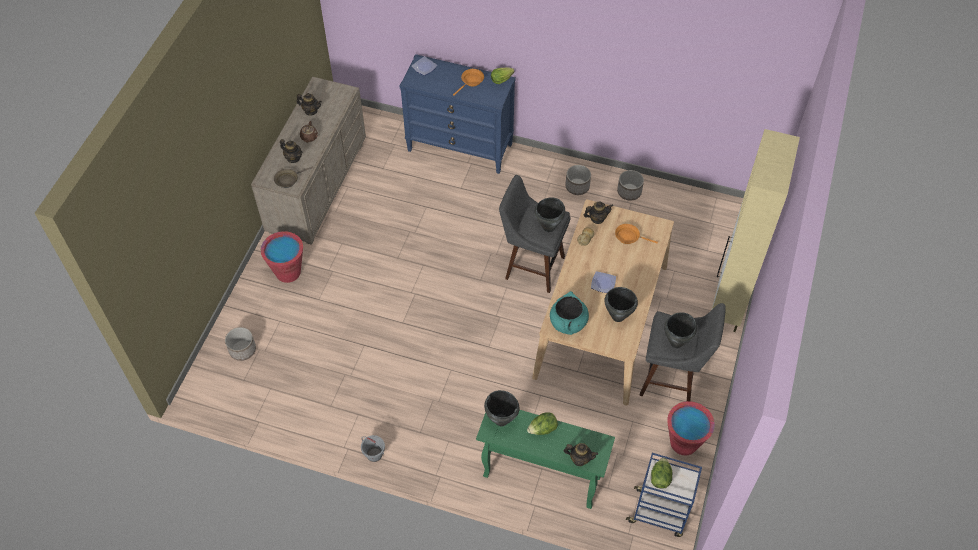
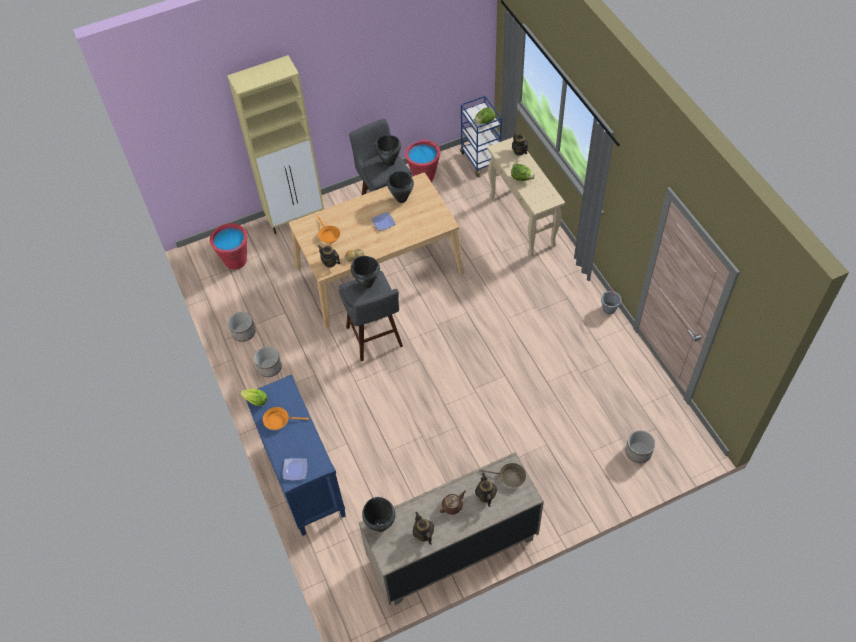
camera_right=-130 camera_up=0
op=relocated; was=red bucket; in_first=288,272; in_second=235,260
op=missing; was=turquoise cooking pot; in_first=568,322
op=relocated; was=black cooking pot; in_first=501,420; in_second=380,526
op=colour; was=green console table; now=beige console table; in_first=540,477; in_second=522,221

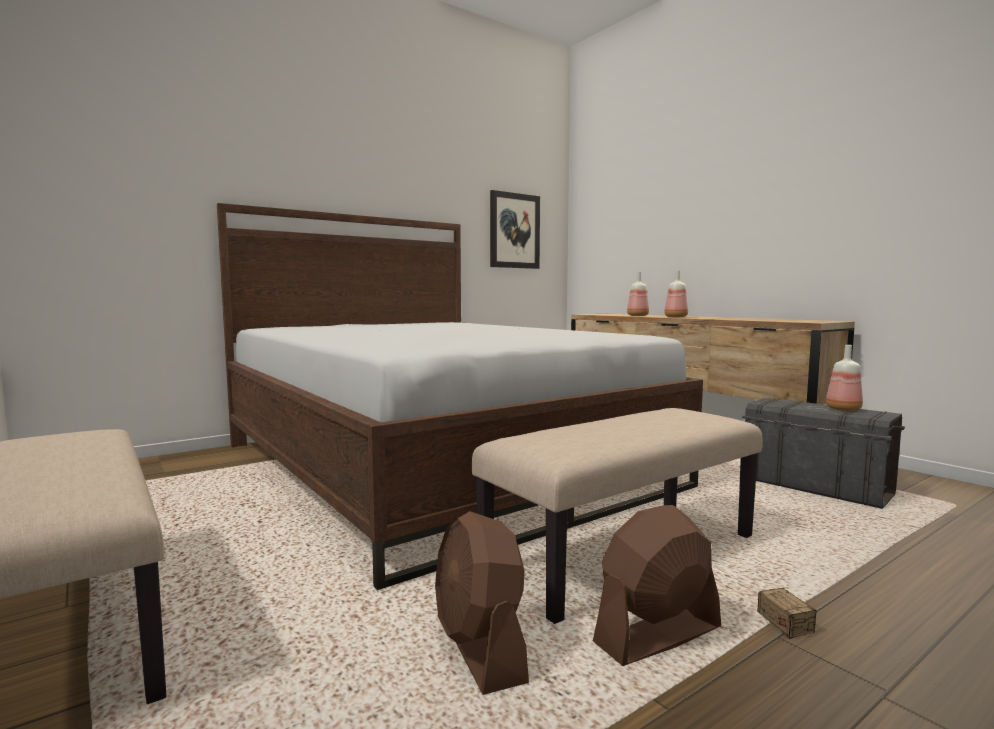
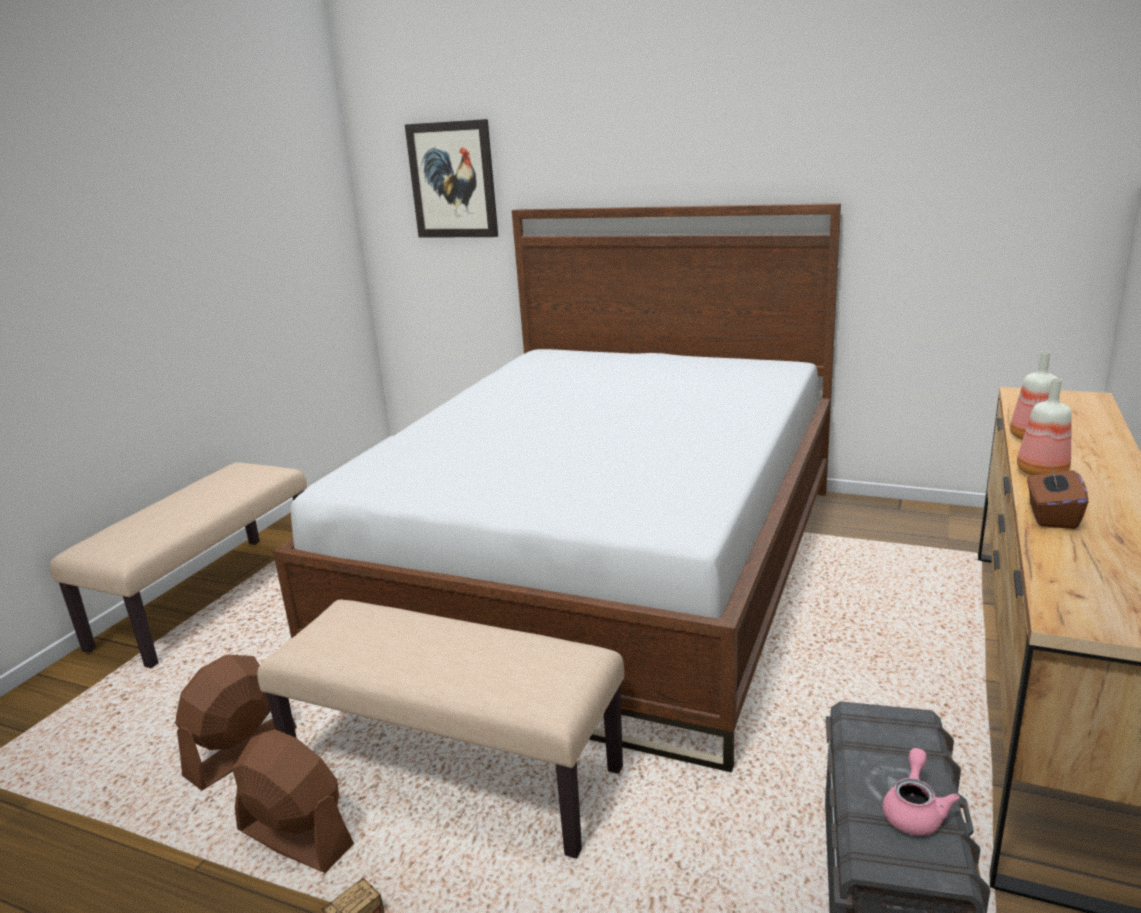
camera_right=60 camera_up=15
op=relocated; was=picture; in_first=514,231; in_second=453,180
op=exchanged; was=bottle; now=pink teapot; in_first=842,409; in_second=914,811
op=appeared; now=brown tissue box; in_second=1051,516

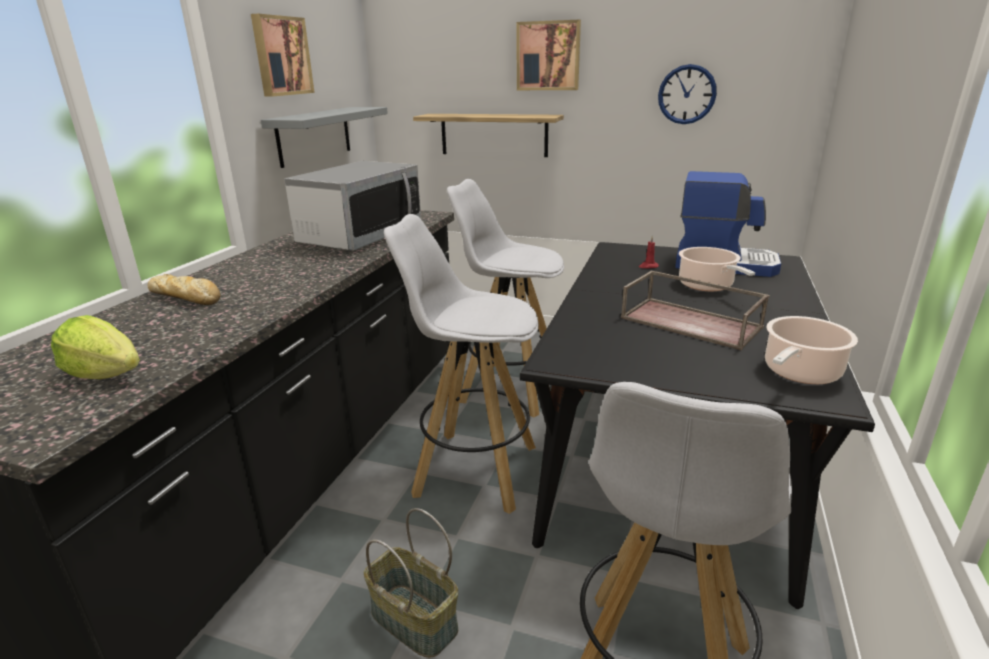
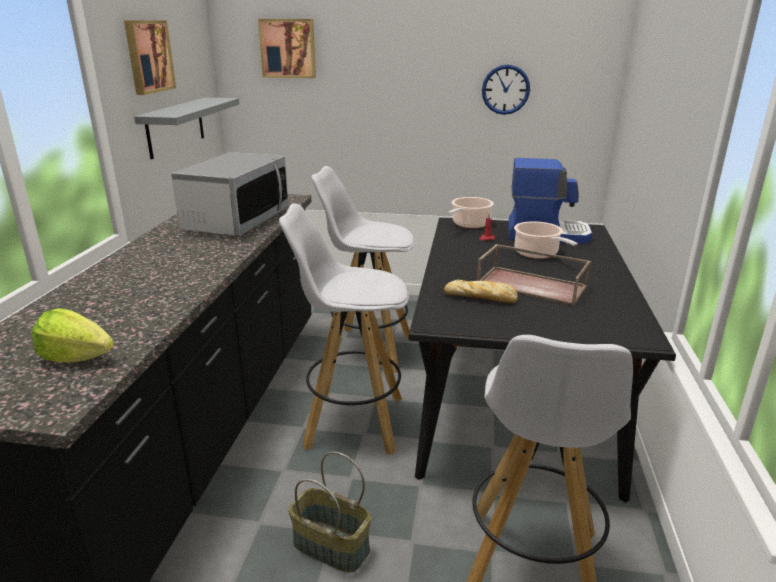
camera_right=-10 camera_up=0
op=relocated; was=picture; in_first=548,56; in_second=288,48
op=missing; was=shelf; in_first=493,135
op=relocated; was=bread; in_first=186,297; in_second=481,298
op=relocated; was=cooking pot; in_first=800,373; in_second=469,224

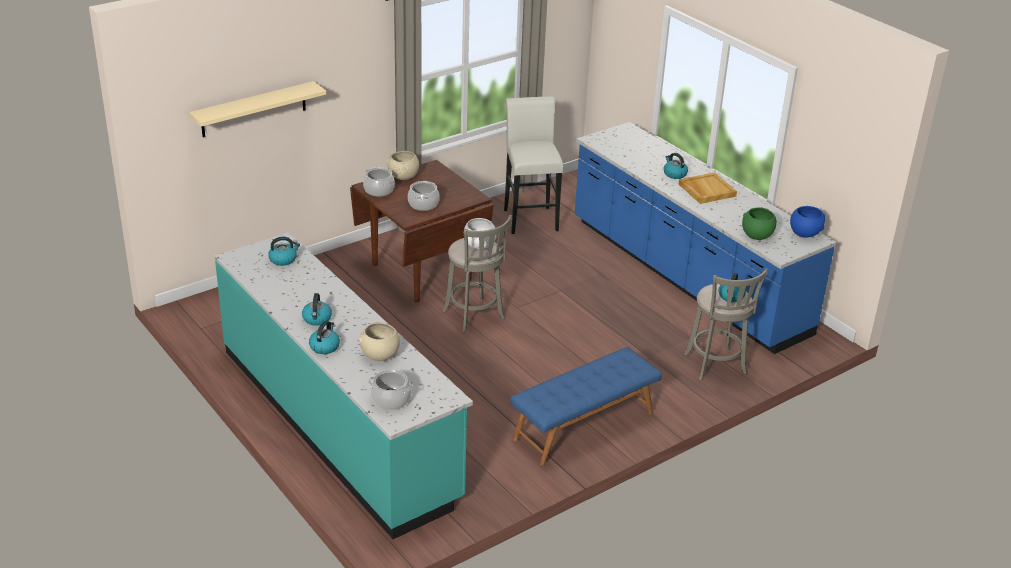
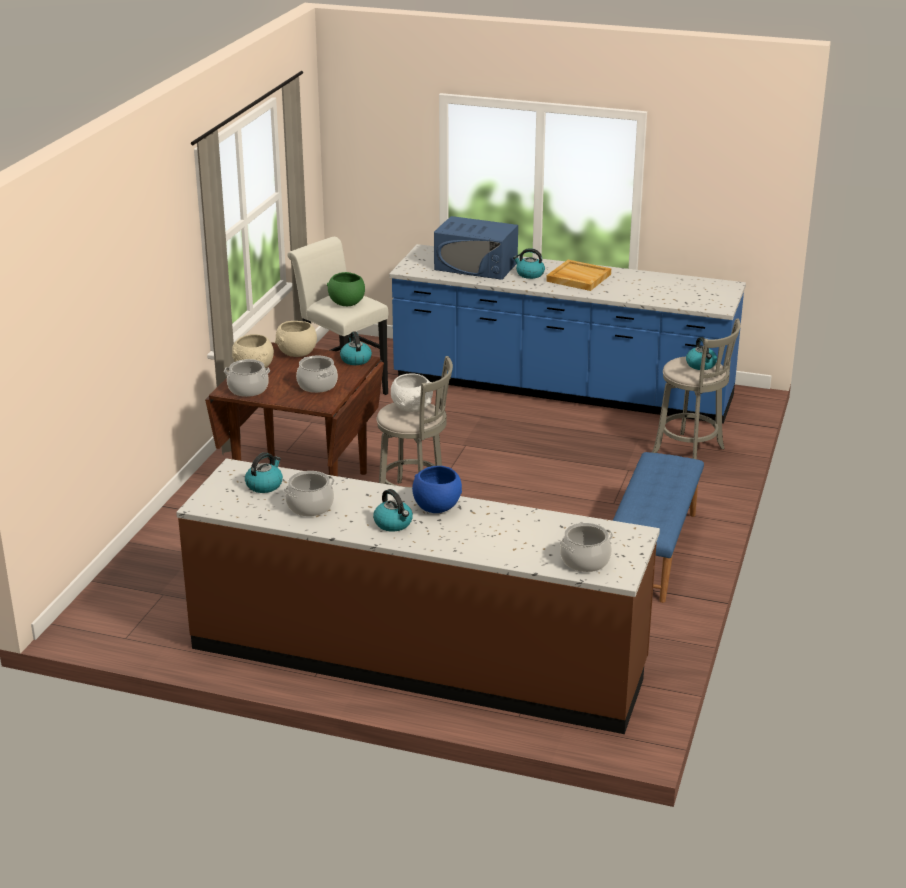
camera_right=-35 camera_up=-5
op=missing; was=beige shelf; in_first=253,109
op=relocated; was=blue bowl; in_first=804,233; in_second=436,506
op=relocated; was=green bowl; in_first=756,235; in_second=346,303
op=colour; was=turquoise counter; now=brown counter; in_first=338,422; in_second=417,658
op=relocated; was=kettle; in_first=324,346; in_second=355,359
op=relocated; was=beige bowl; in_first=379,354; in_second=296,353
op=appeared; now=blue microwave; in_second=476,266
op=appeared; now=cooking pot; in_second=310,506

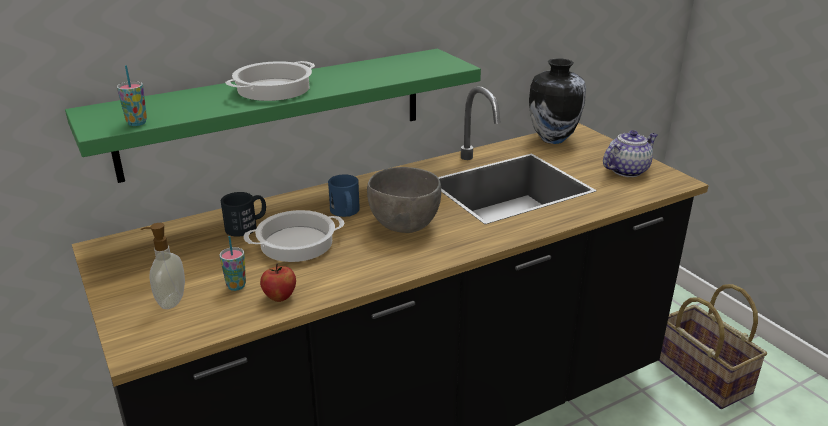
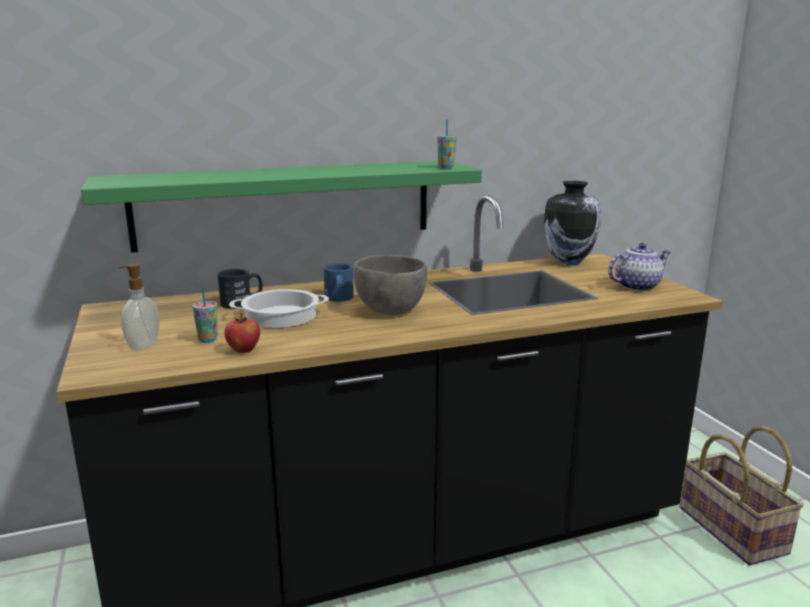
camera_right=10 camera_up=-10
op=missing; was=cooking pot; in_first=273,89
op=relocated; was=cup; in_first=137,123; in_second=446,167

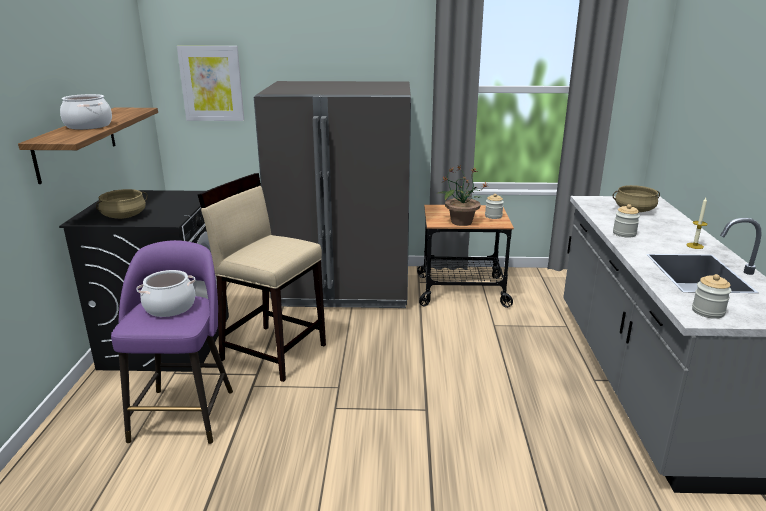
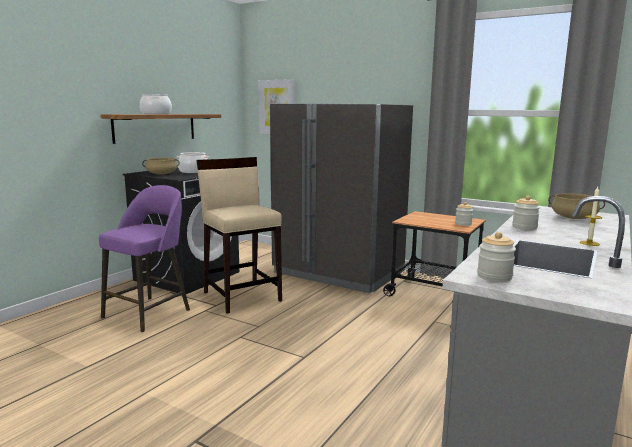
camera_right=30 camera_up=-10
op=missing; was=potted plant; in_first=460,222
op=relocated; was=cooking pot; in_first=170,307; in_second=194,171

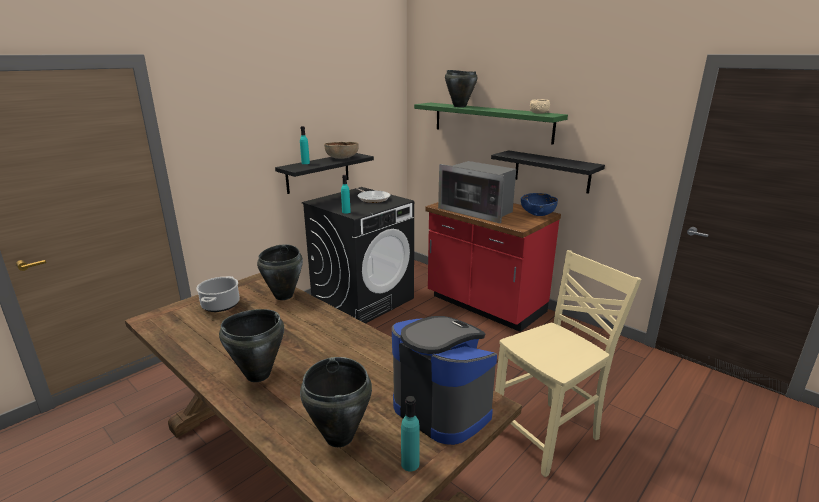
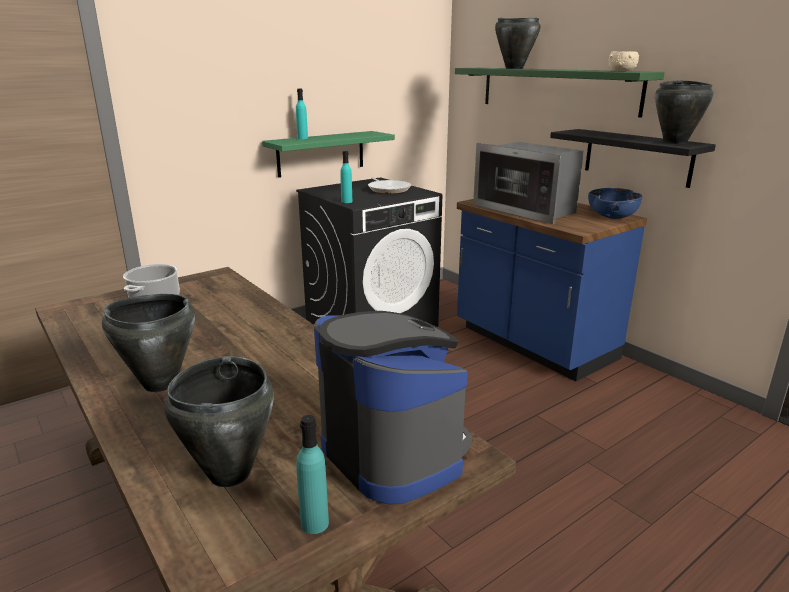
camera_right=10 camera_up=0
op=missing; was=brown bowl; in_first=342,158
op=colour; was=black shelf; now=green shelf; in_first=318,172; in_second=321,153
op=colour; was=red counter; now=blue counter; in_first=485,305; in_second=533,344
op=relocated; was=black cooking pot; in_first=284,296; in_second=675,142
op=missing; was=beige chair; in_first=548,435

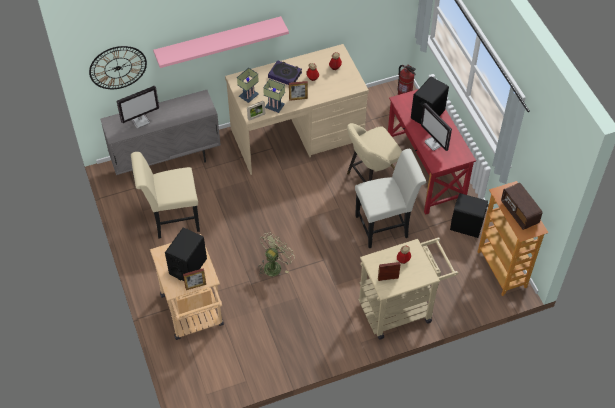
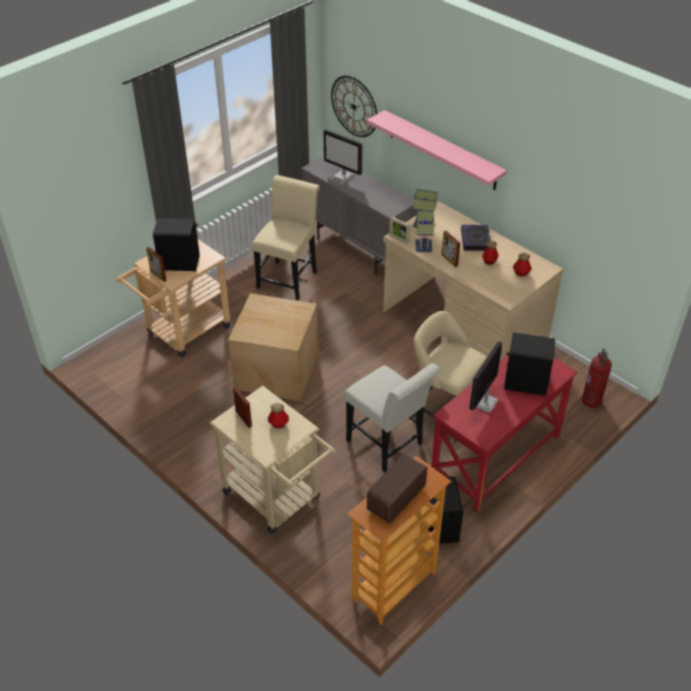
camera_right=65 camera_up=-10
op=spun; was=beige chair; in_first=171,219; in_second=289,277; clockwise=60
op=exchanged; was=green fan; now=cardboard box; in_first=274,265; in_second=276,370

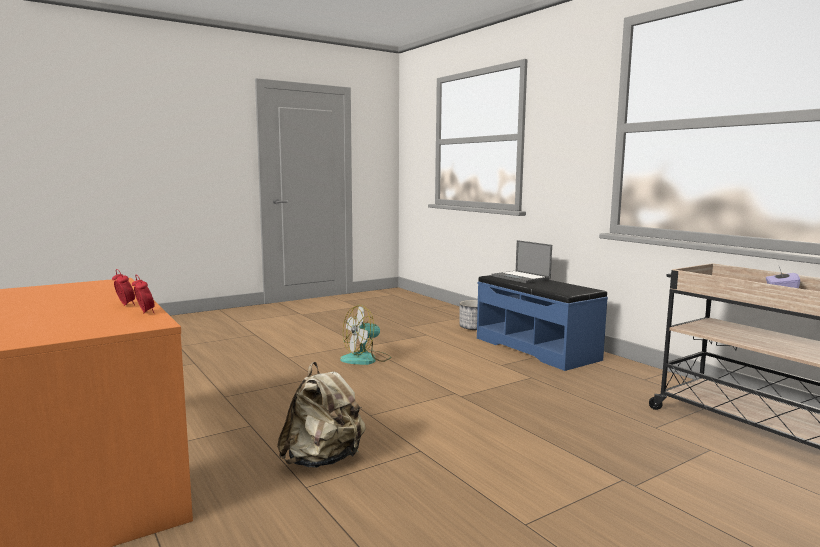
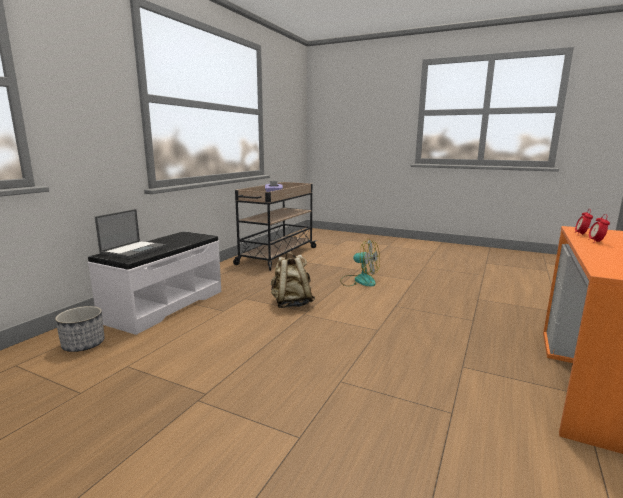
camera_right=-120 camera_up=5
op=colour; was=blue bench; now=white bench; in_first=536,348; in_second=164,305
op=relocated; was=fan; in_first=366,359; in_second=359,280
op=relocated; was=beige backpack; in_first=323,460; in_second=291,304

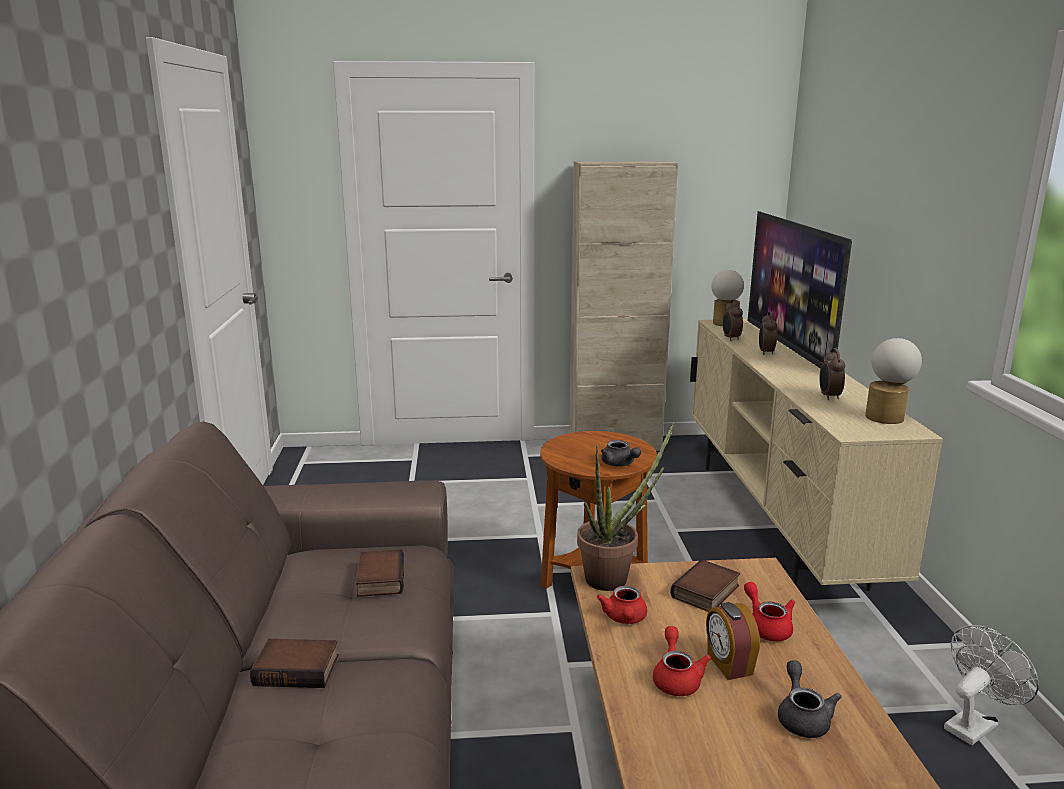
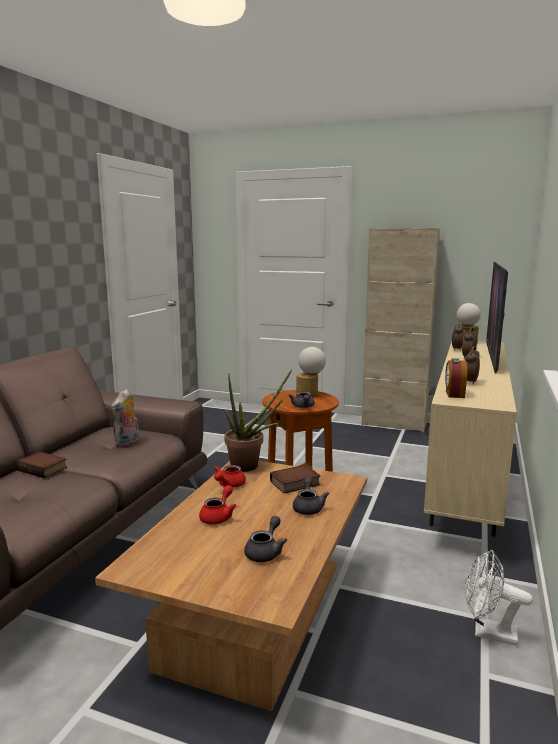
camera_right=25 camera_up=-5
op=relocated; was=table lamp; in_first=887,416; in_second=310,394
op=exchanged; was=book; now=plush toy; in_first=379,578; in_second=127,442
op=colour; was=red teapot; now=grey teapot; in_first=766,627; in_second=308,507
op=relocated; was=alarm clock; in_first=728,664; in_second=454,394
op=spun; was=white fan; in_first=974,724; in_second=487,632; clockwise=-150

